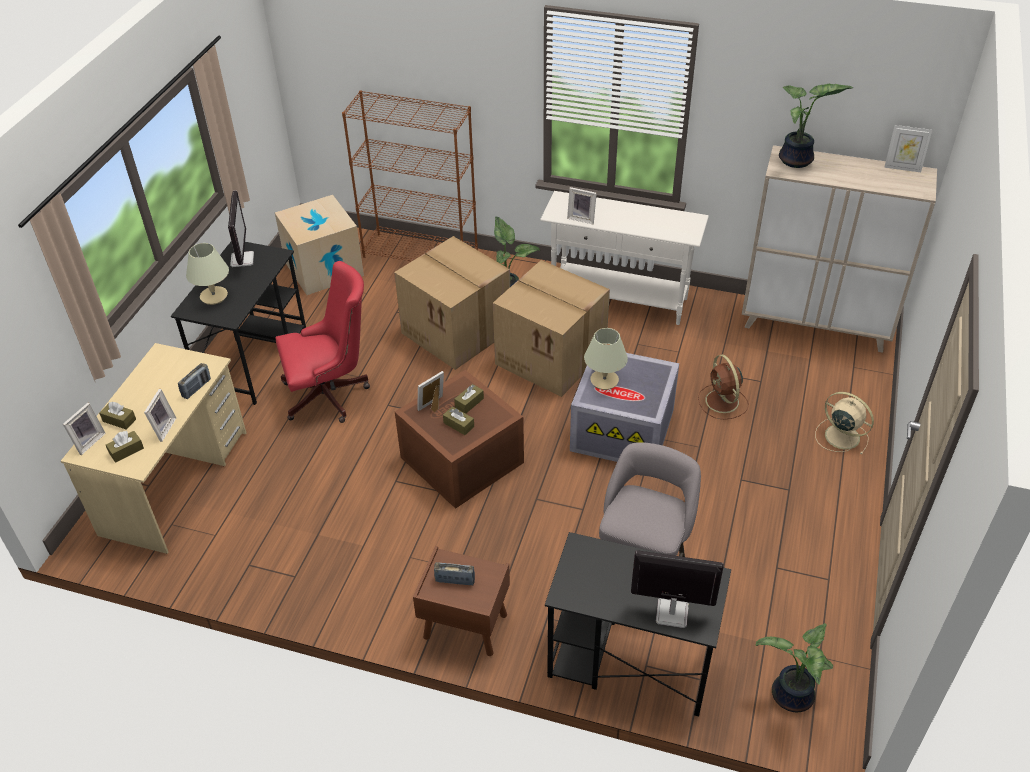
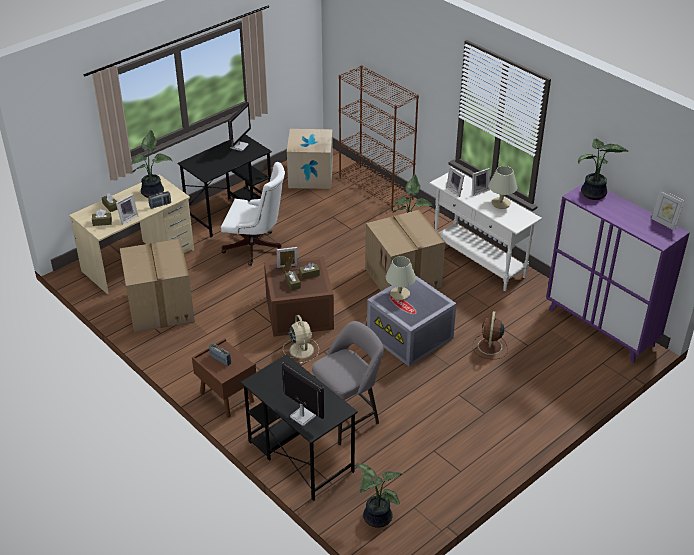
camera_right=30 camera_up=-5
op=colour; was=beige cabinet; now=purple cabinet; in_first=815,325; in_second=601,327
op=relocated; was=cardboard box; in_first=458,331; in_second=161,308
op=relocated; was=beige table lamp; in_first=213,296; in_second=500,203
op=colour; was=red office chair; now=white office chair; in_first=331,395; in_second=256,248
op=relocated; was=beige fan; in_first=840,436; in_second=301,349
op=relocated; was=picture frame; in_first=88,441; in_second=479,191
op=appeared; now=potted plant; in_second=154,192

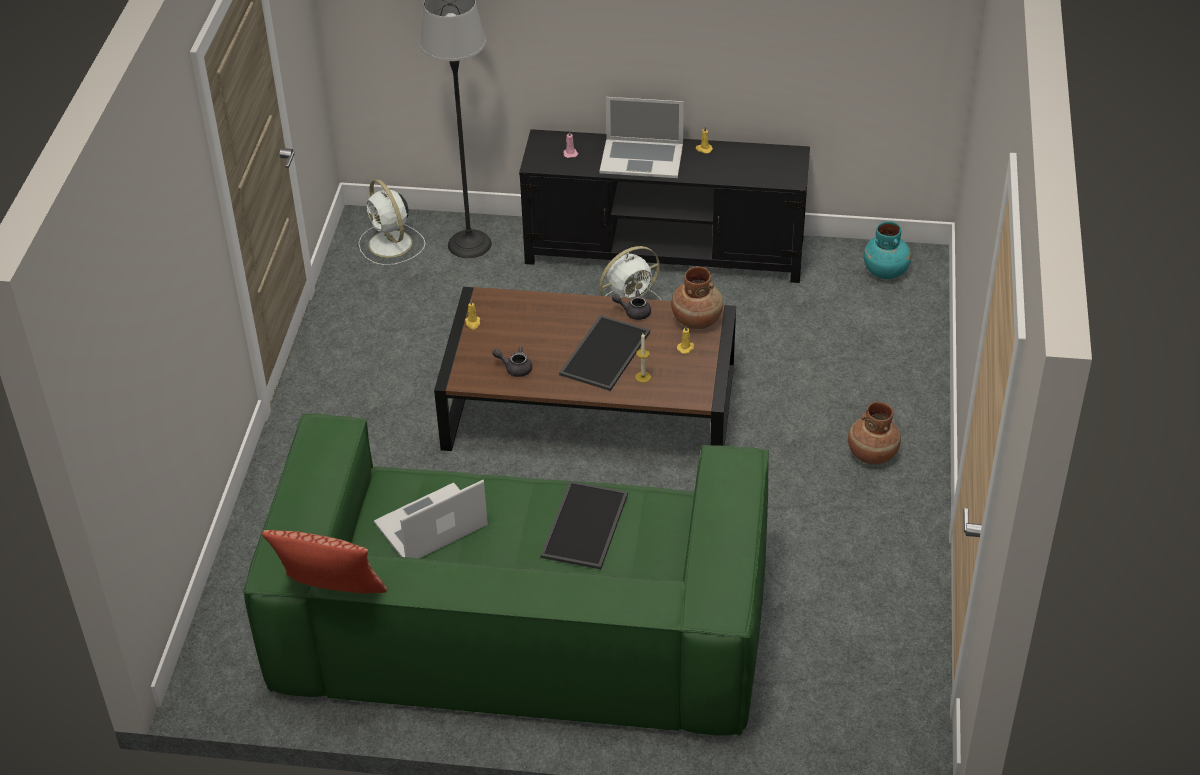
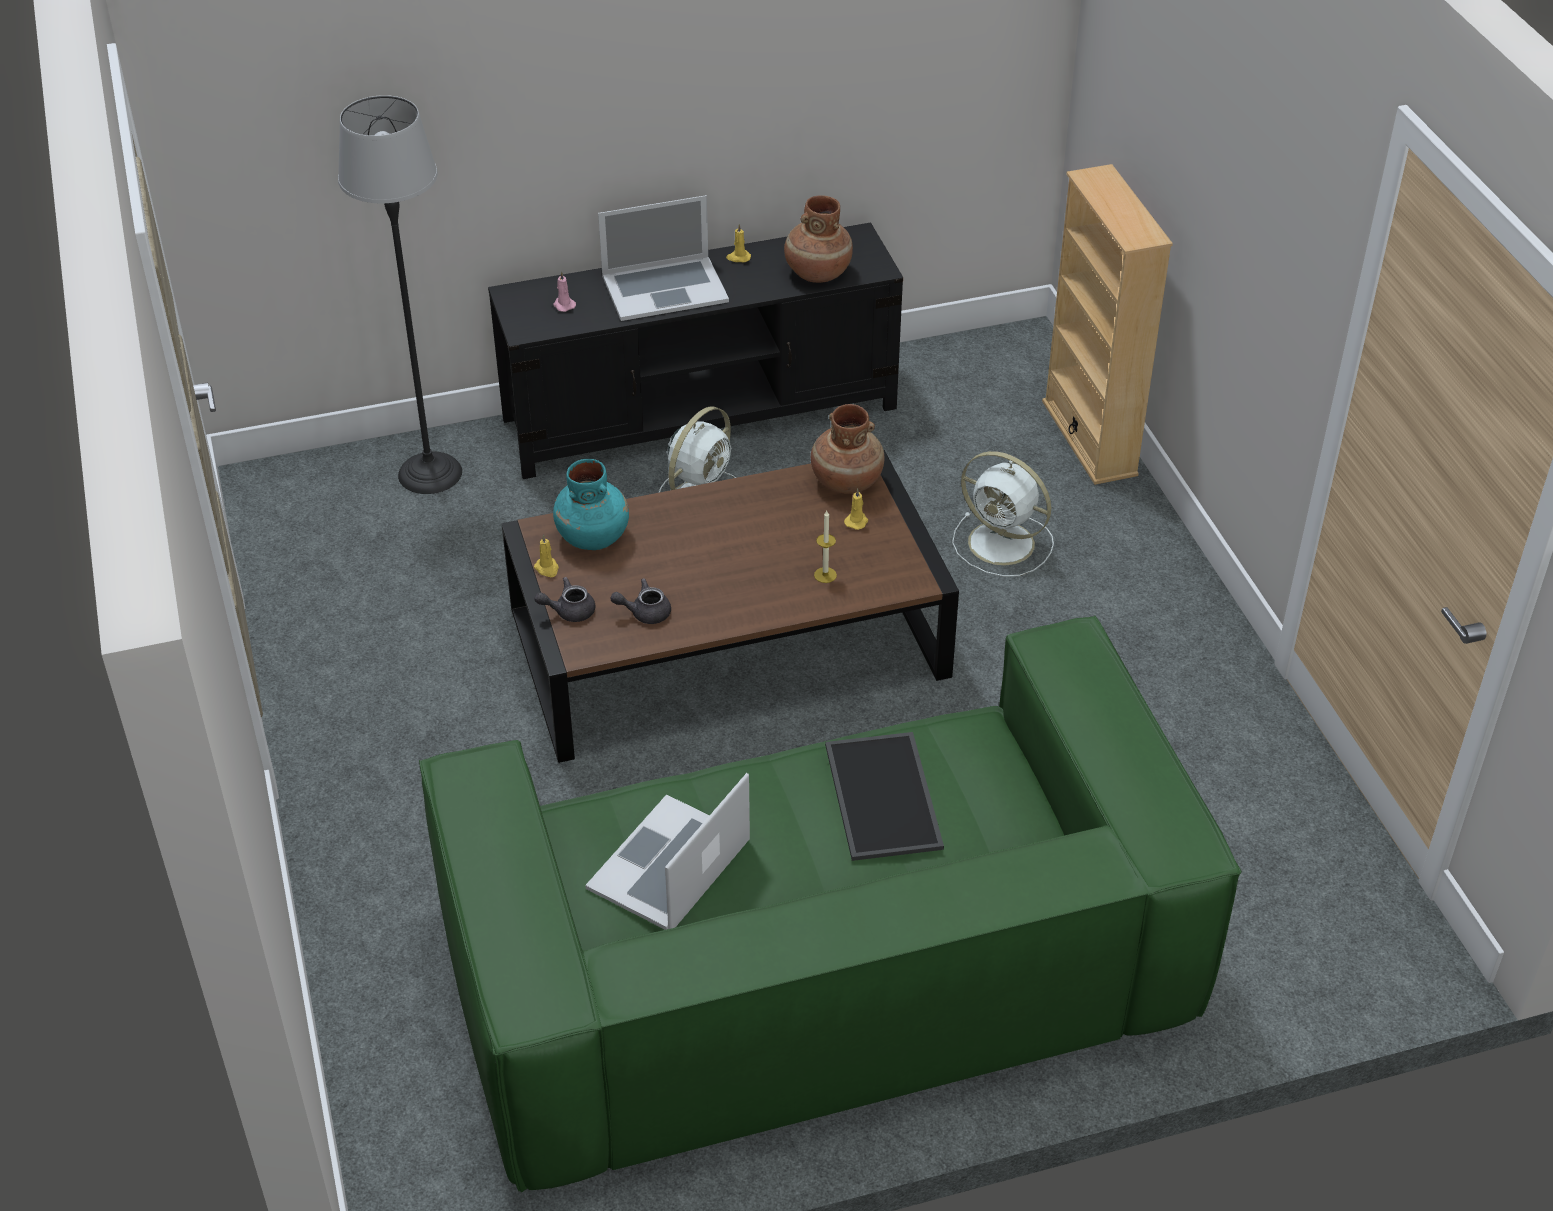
camera_right=-25 camera_up=0
op=relocated; was=white fan; in_first=391,245; in_second=1004,544
op=relocated; was=turquoise vase; in_first=885,271; in_second=593,536
op=relocated; was=grey teapot; in_first=634,312; in_second=569,611
op=missing; was=tray; in_first=604,352
op=relocated; was=brown vase; in_first=871,454; in_second=817,273
op=missing; was=pillow; in_first=332,594
op=appeared; now=beige bookcase; in_second=1089,438

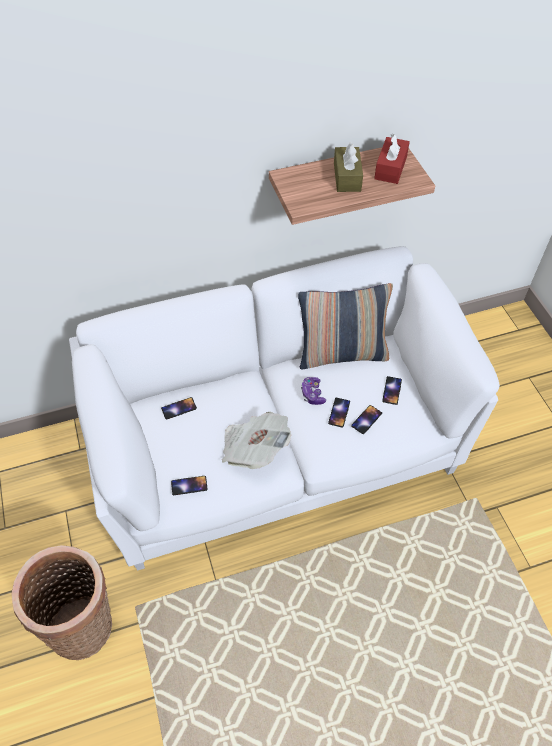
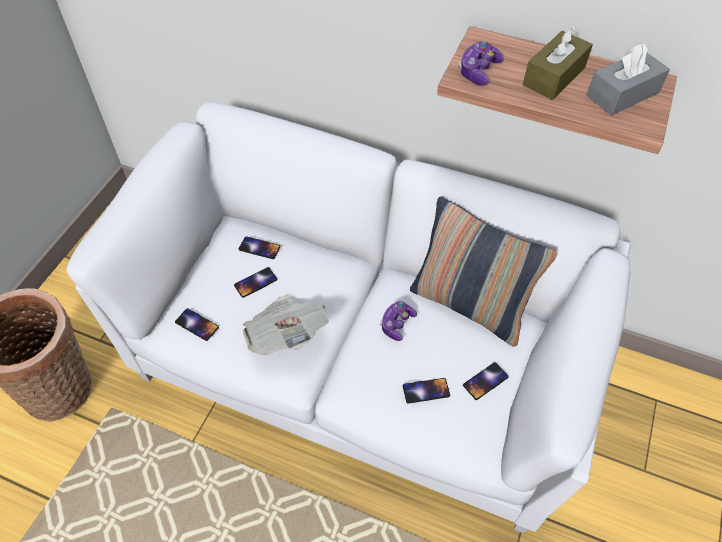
camera_right=40 camera_up=0
op=colour; was=red tissue box; now=grey tissue box; in_first=390,168; in_second=622,94
op=relocated; was=phone; in_first=339,412; in_second=256,282
op=appeared; now=game controller; in_second=478,71

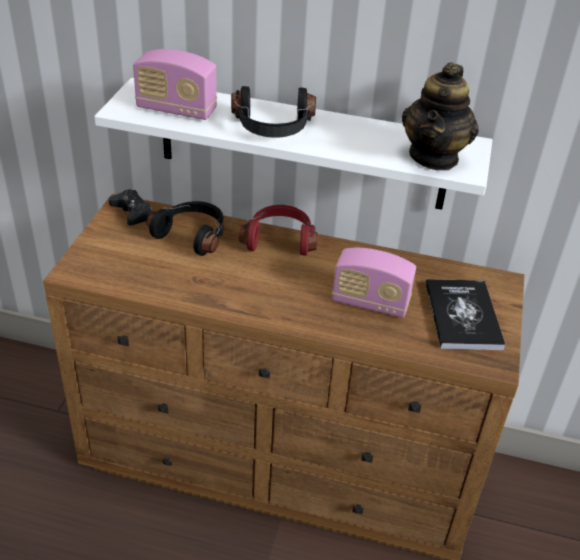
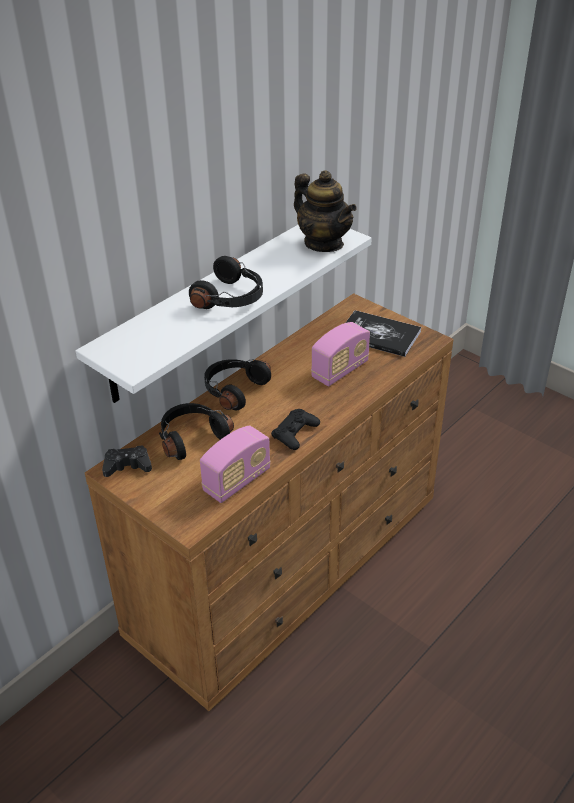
camera_right=-60 camera_up=0
op=relocated; was=radio; in_first=176,110; in_second=237,481
op=colour; was=red headphones; now=black headphones; in_first=280,239; in_second=233,390
op=appeared; now=black game controller; in_second=295,433

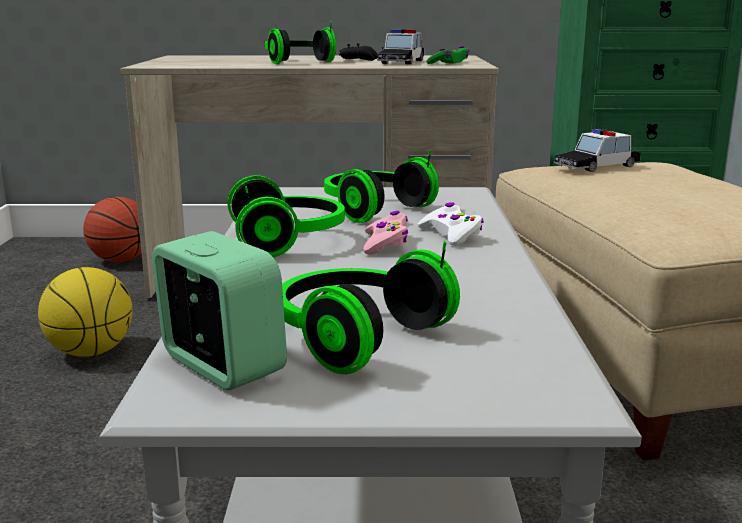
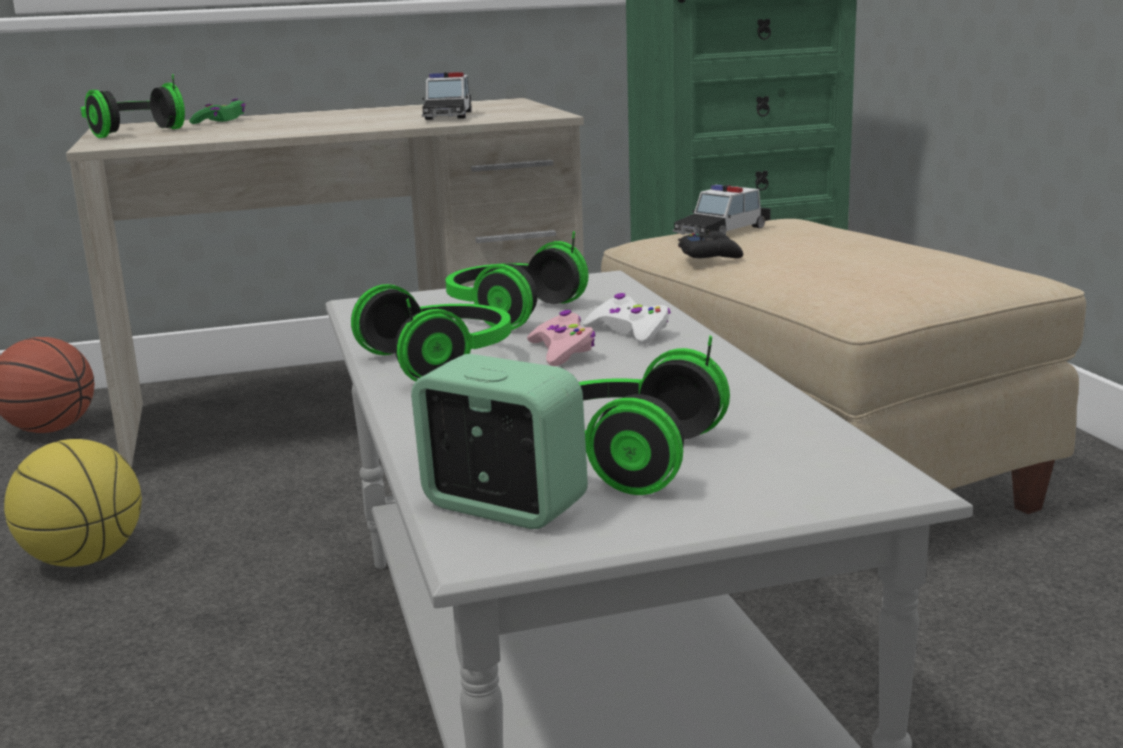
camera_right=-15 camera_up=0
op=relocated; was=headphones; in_first=296,61; in_second=129,132
op=relocated; was=black game controller; in_first=359,59; in_second=711,255
op=relocated; was=green game controller; in_first=449,63; in_second=221,121

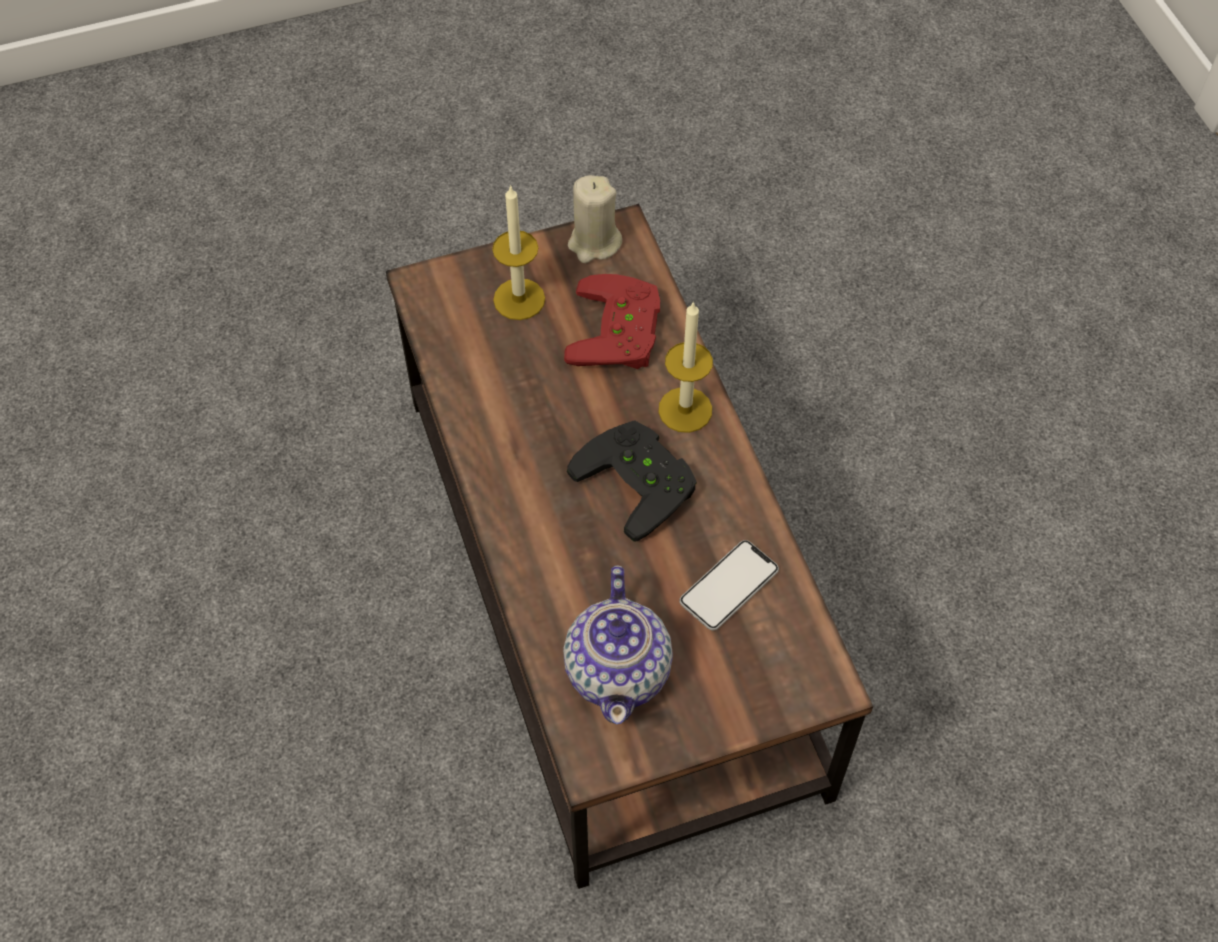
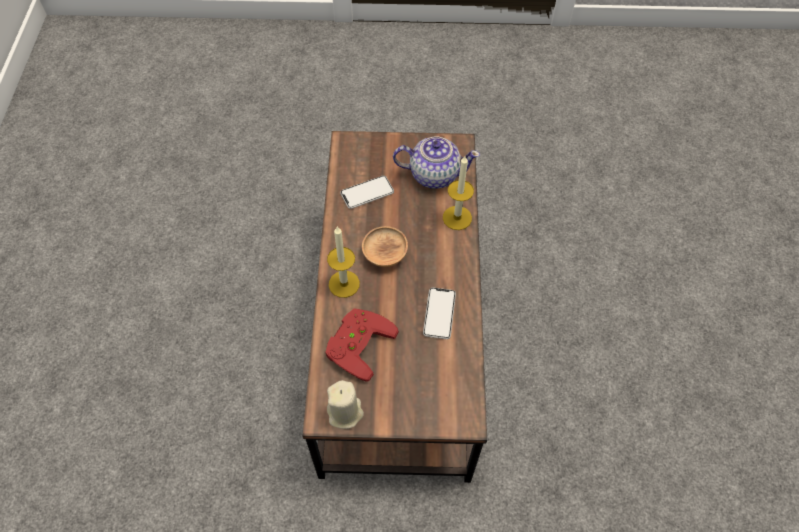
camera_right=-160 camera_up=0
op=relocated; was=candle; in_first=519,299; in_second=457,218
op=exchanged; was=black game controller; now=brown bowl; in_first=641,480; in_second=385,254
op=spun; was=teapot; in_first=619,670; in_second=433,174; clockwise=75
op=appeared; now=phone; in_second=439,313

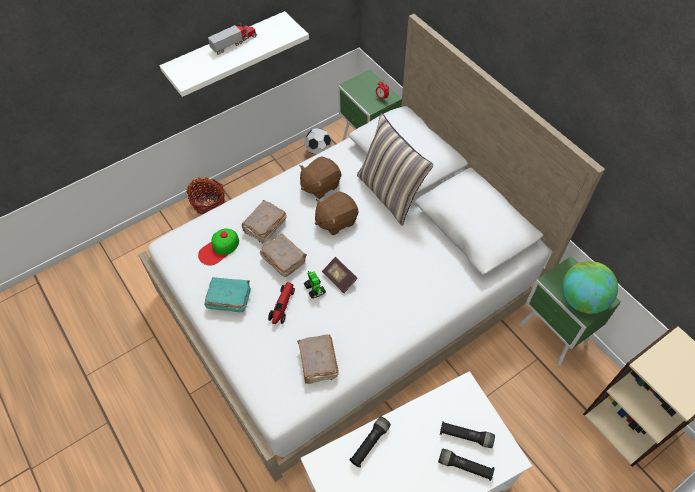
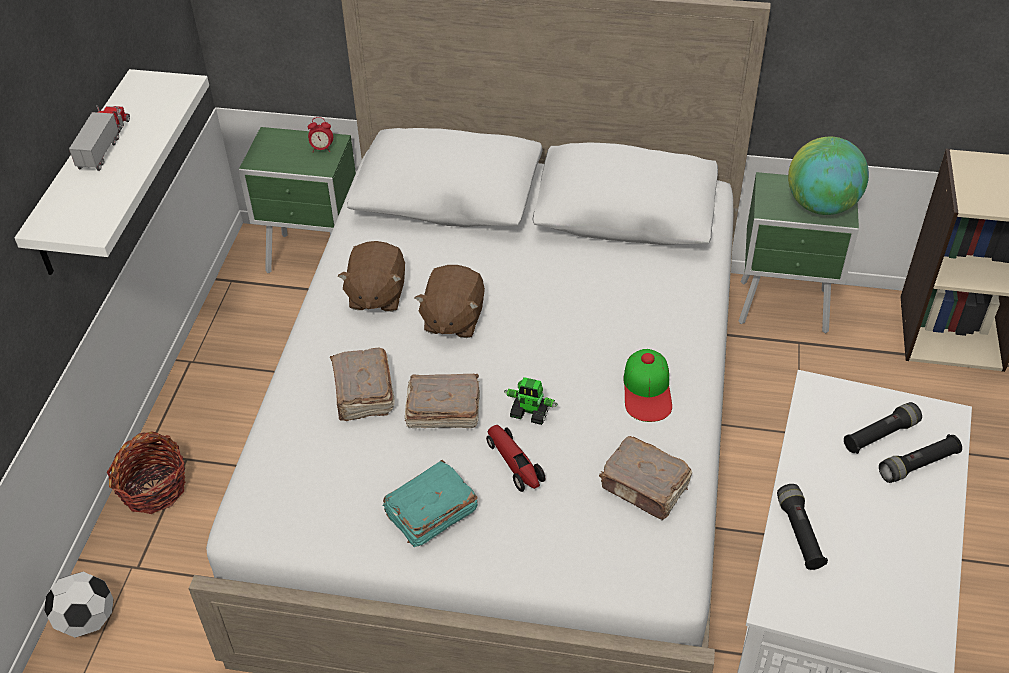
camera_right=-45 camera_up=-10
op=missing; was=pillow; in_first=390,194
op=relocated; was=football; in_first=318,151; in_second=87,621
op=relocated; was=cap; in_first=219,248; in_second=647,390
op=missing; was=book; in_first=339,278

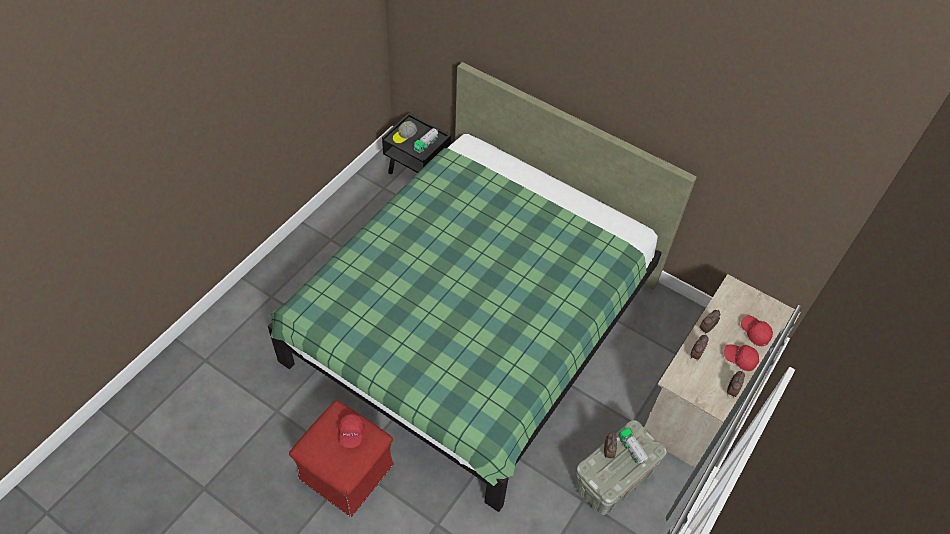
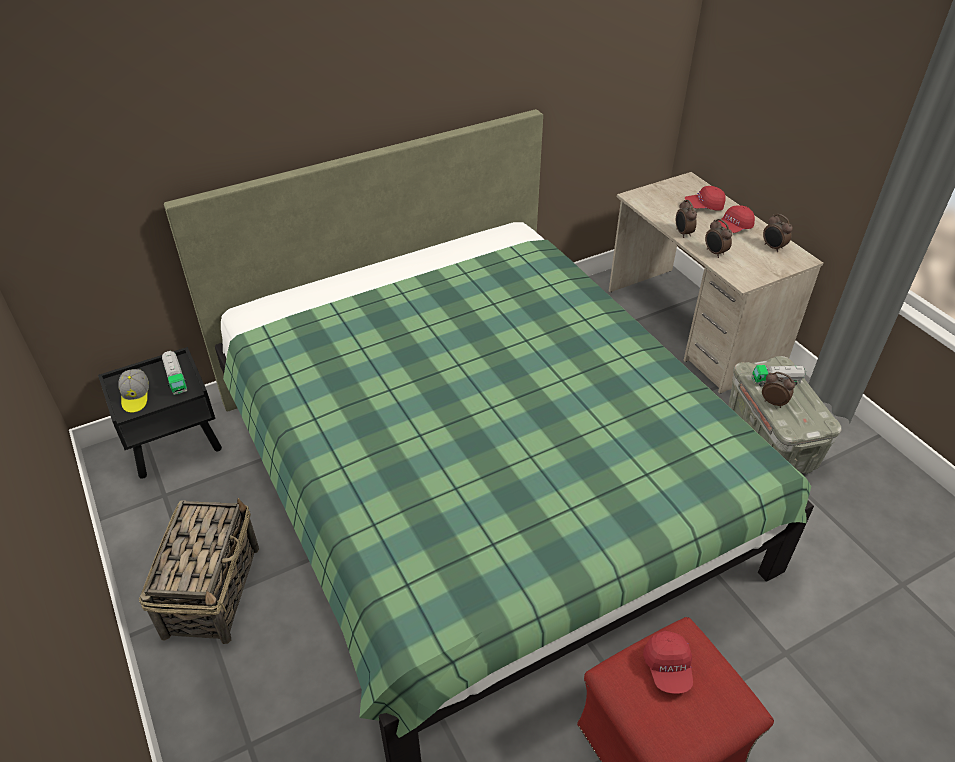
camera_right=-60 camera_up=-10
op=spun; was=red cap; in_first=351,433; in_second=668,668; clockwise=60
op=appeared; now=basket; in_second=212,589

